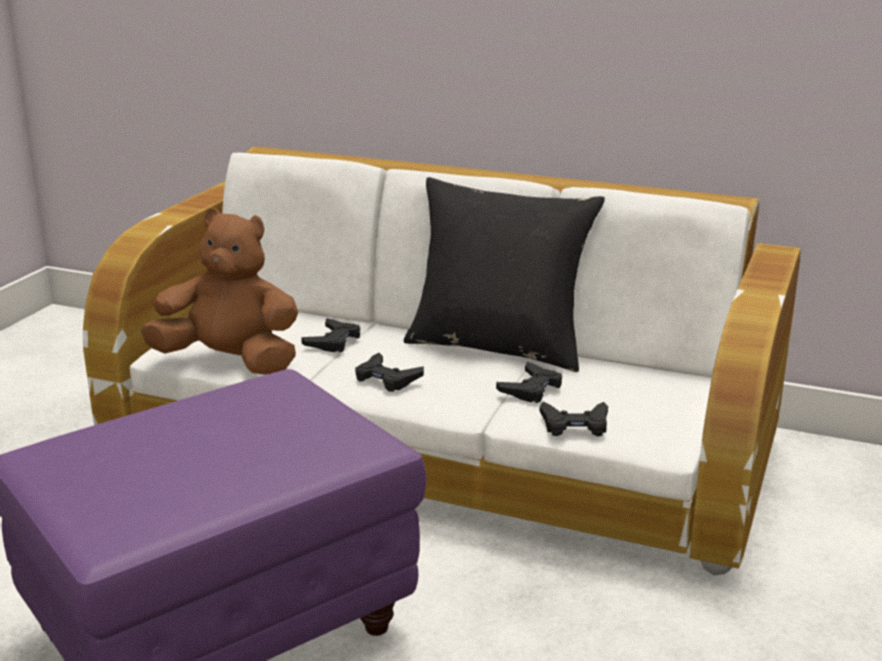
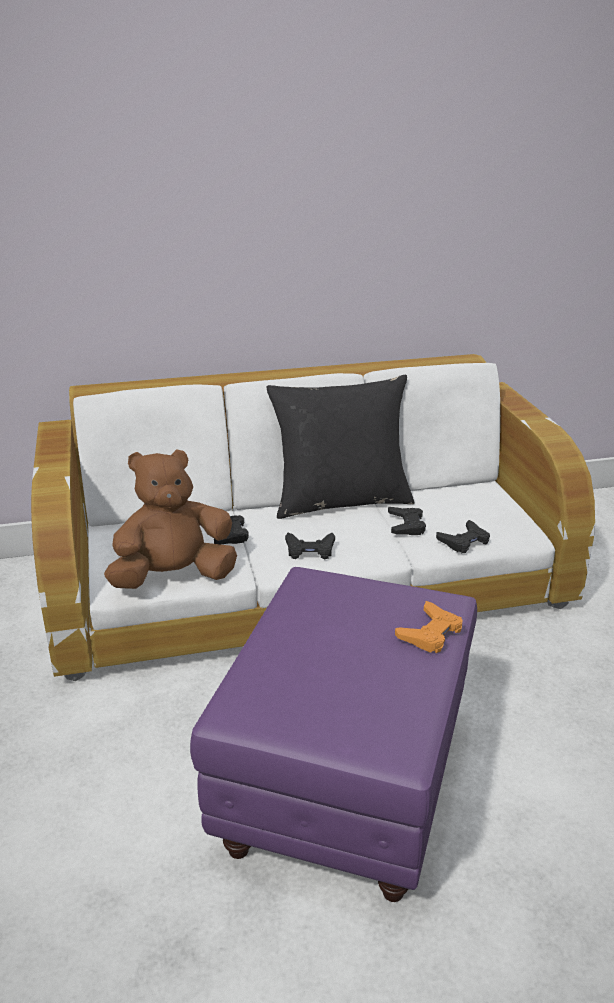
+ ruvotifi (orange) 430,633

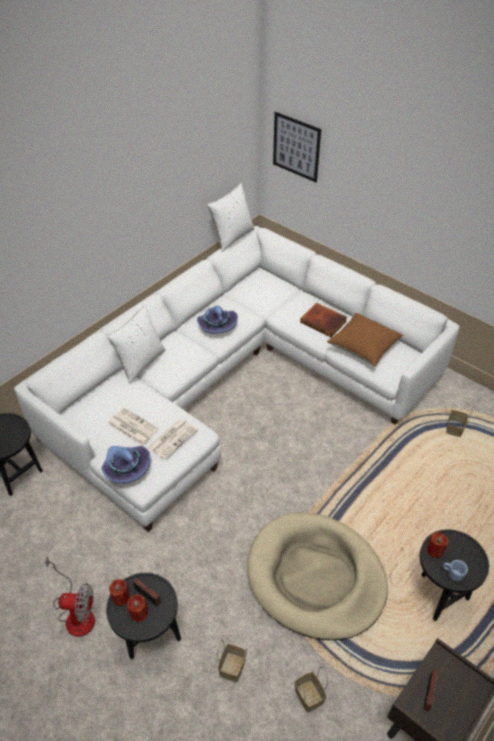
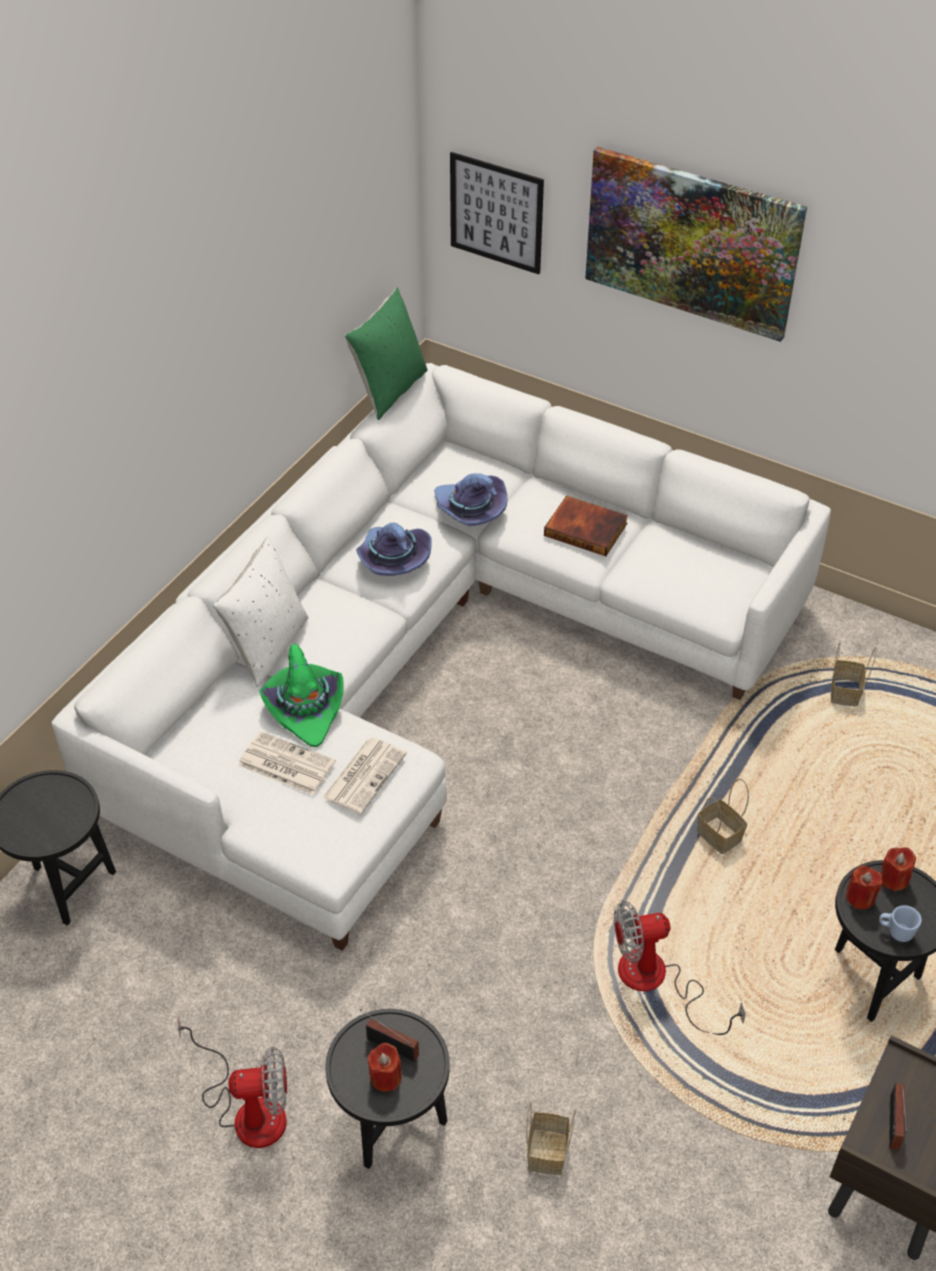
- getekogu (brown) 363,347
+ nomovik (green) 305,708
+ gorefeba 691,242
~ nomovik (purple) 125,468 to 469,510
~ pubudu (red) 121,597 to 894,879
~ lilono 310,696 to 720,837
~ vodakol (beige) 315,577 to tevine 657,982
~ getekogu (white) 232,237 to getekogu (green) 389,390

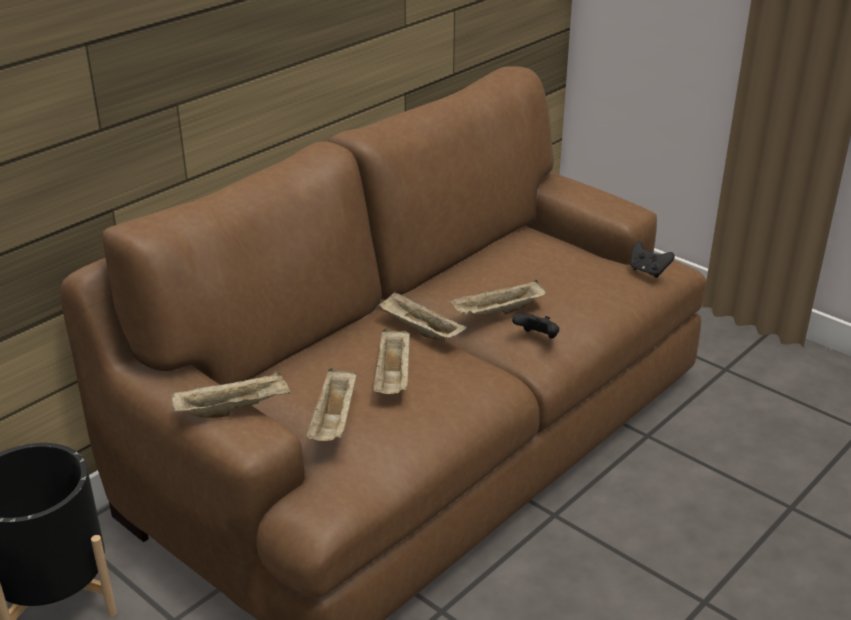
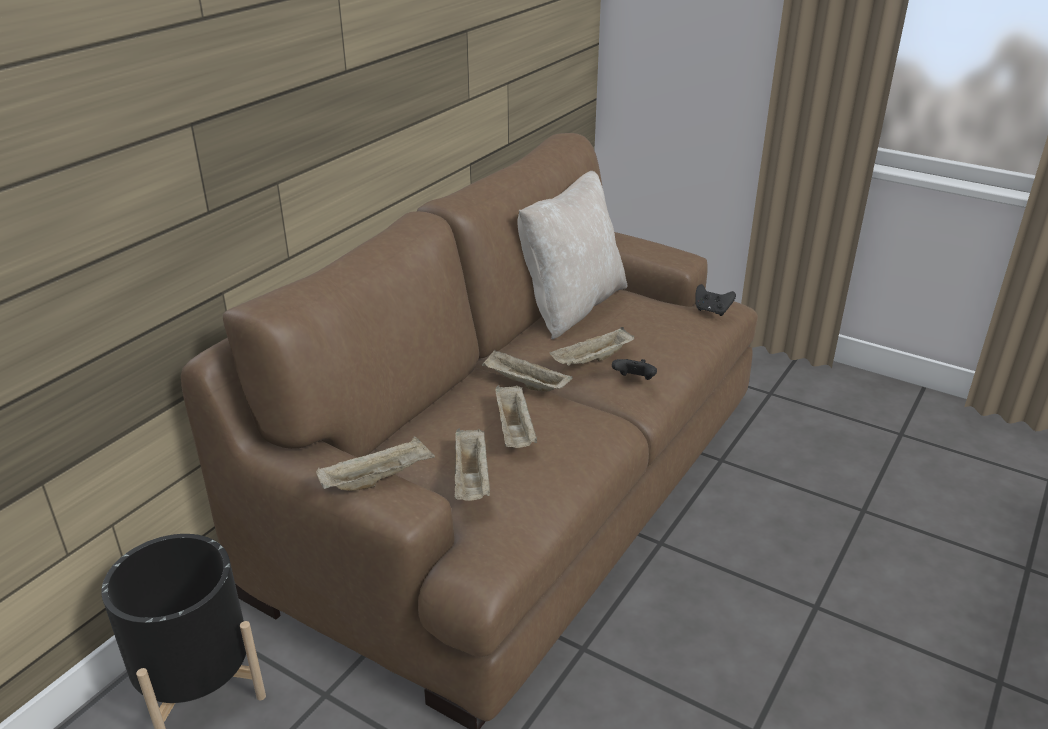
+ getekogu (beige) 571,306

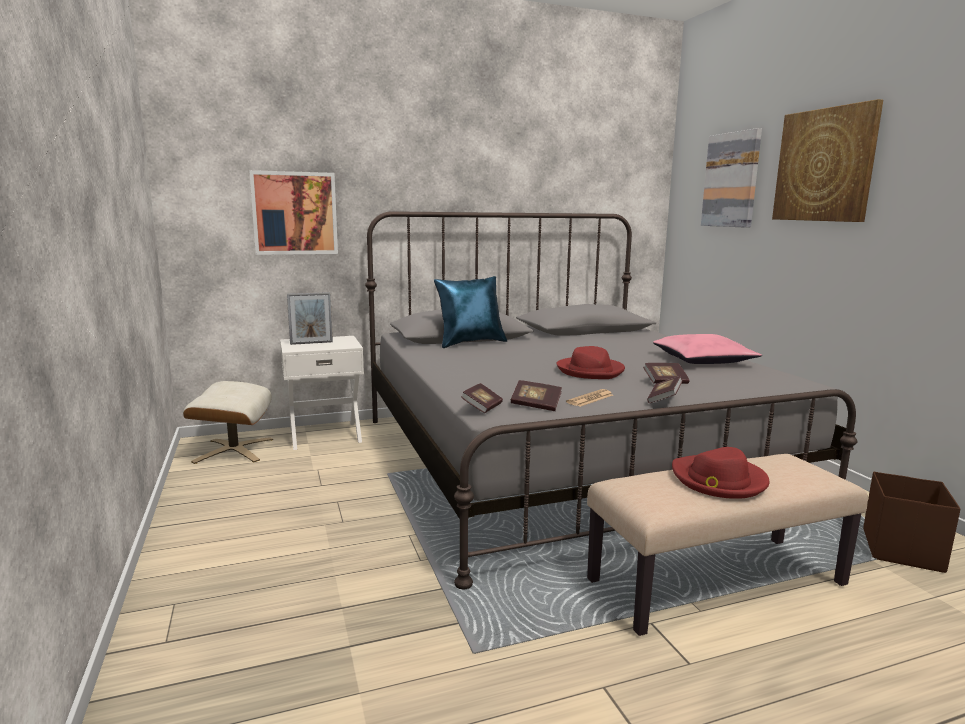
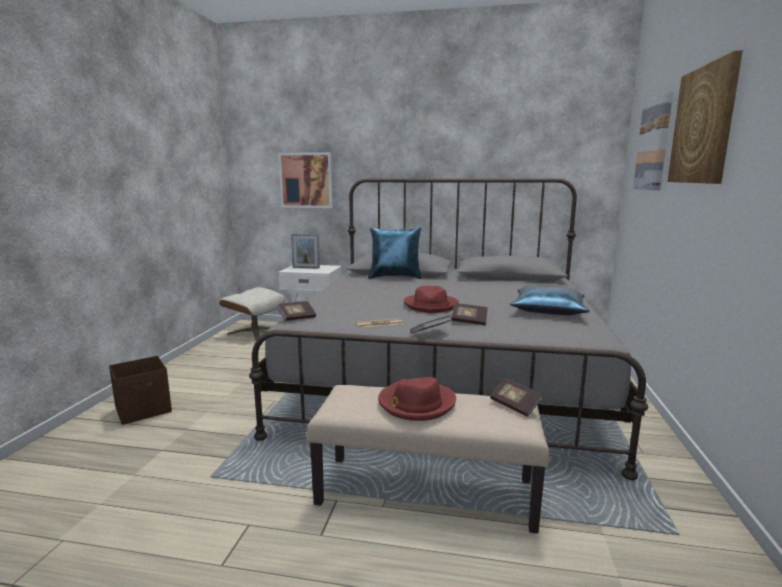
~ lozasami 536,405 to 515,405
~ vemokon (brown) 902,550 to 144,410
~ getekogu (pink) 703,360 to getekogu (blue) 549,310

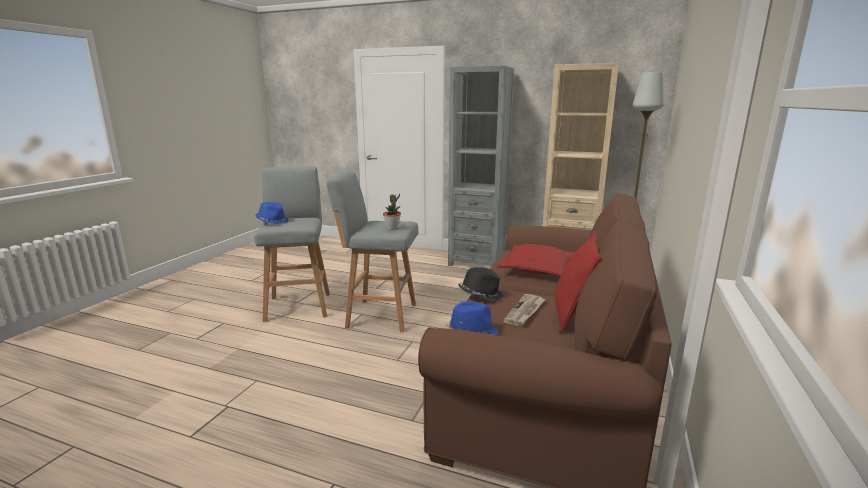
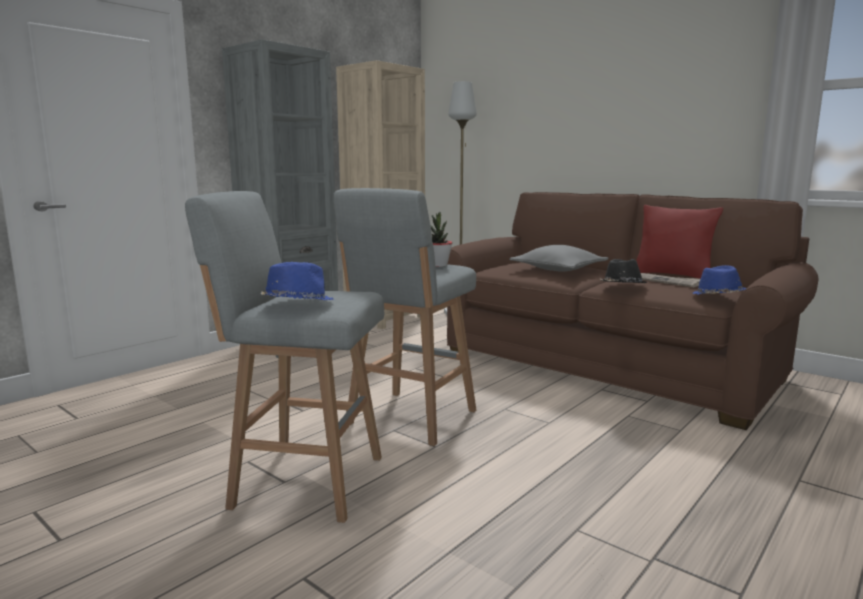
~ getekogu (red) 536,269 to getekogu (grey) 558,270

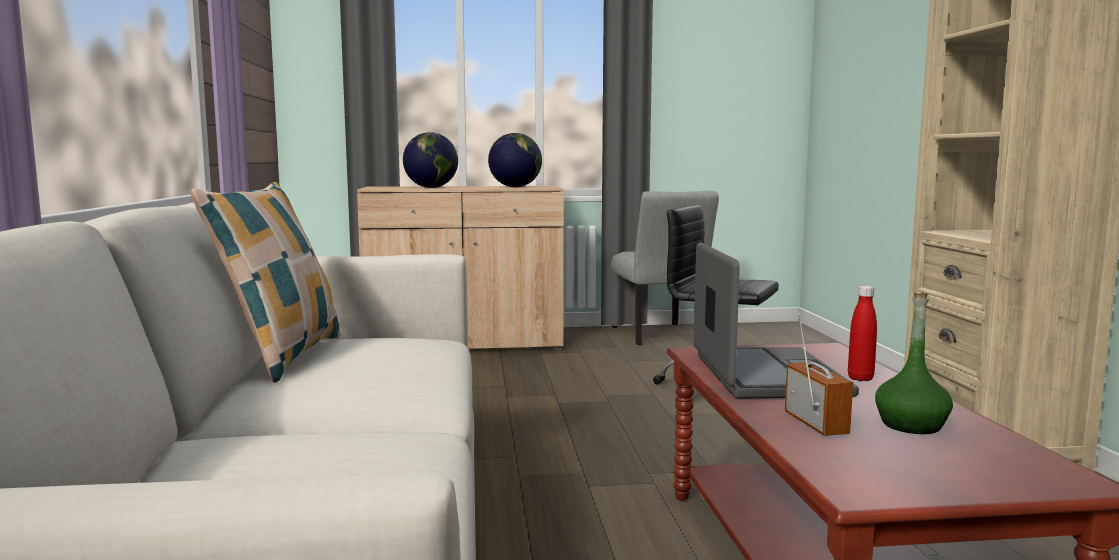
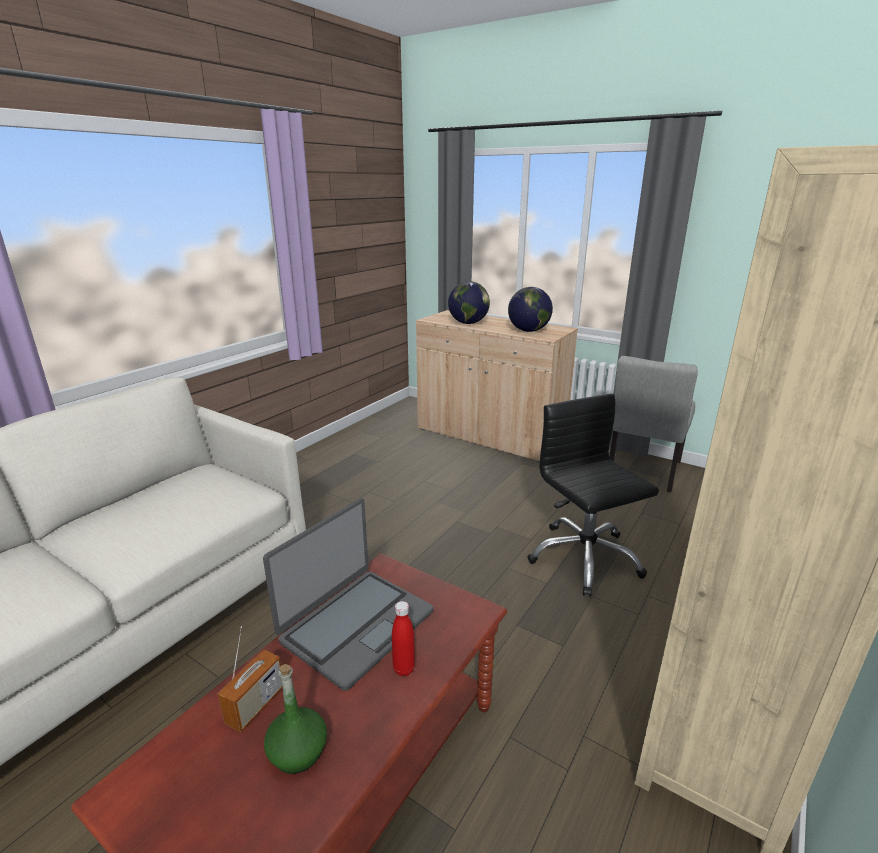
- getekogu 282,357

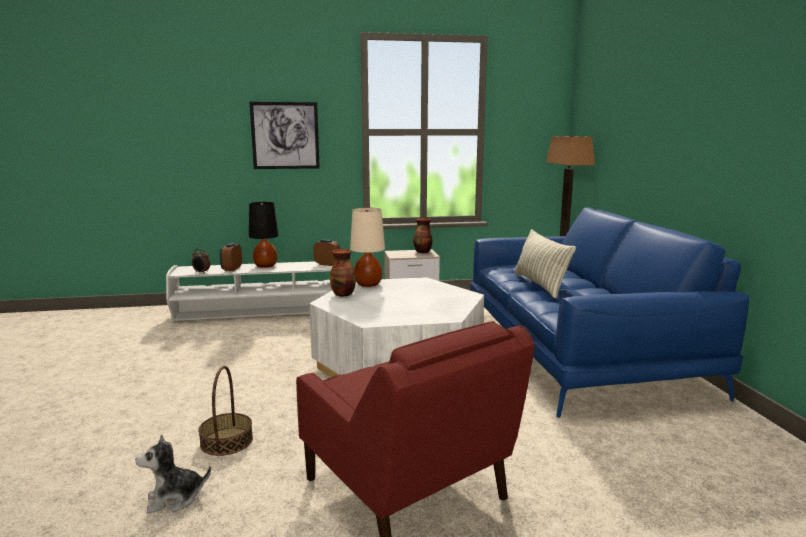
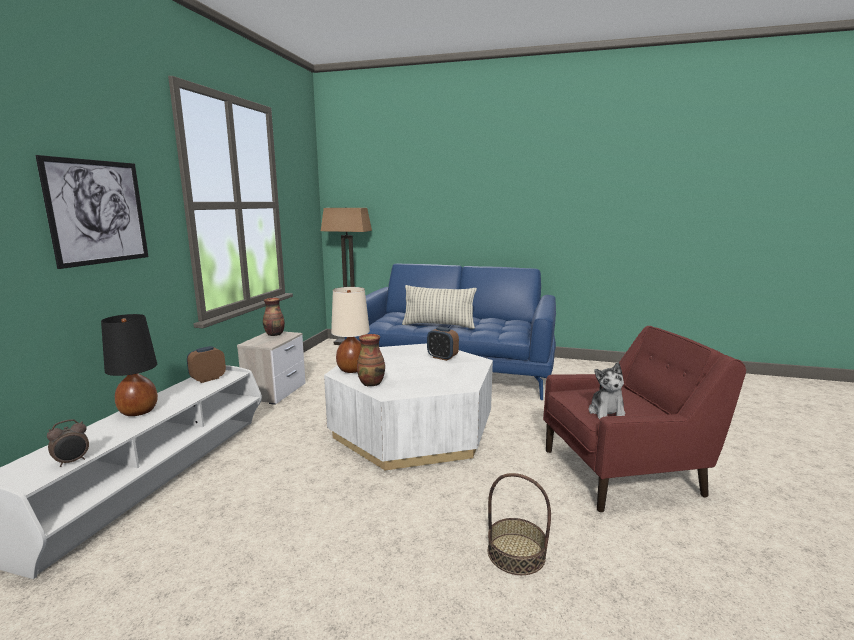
~ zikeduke 174,499 to 607,413
~ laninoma 232,269 to 442,357

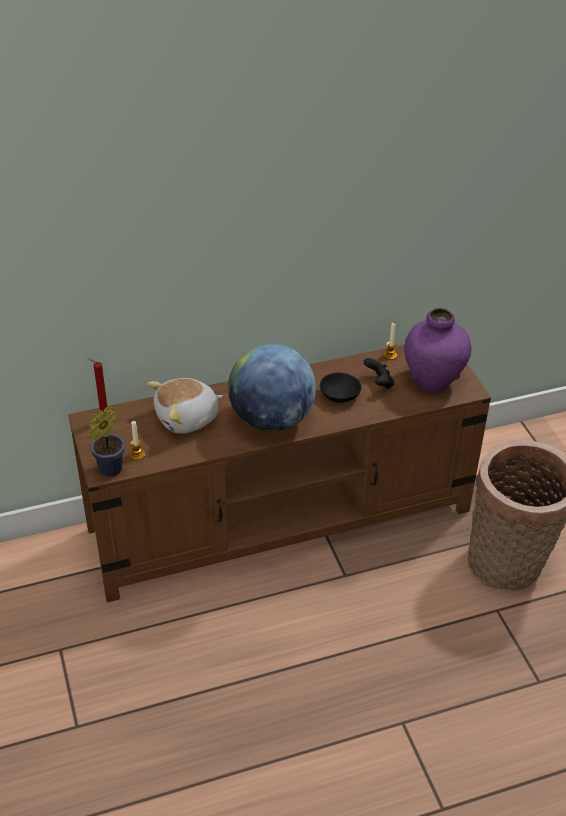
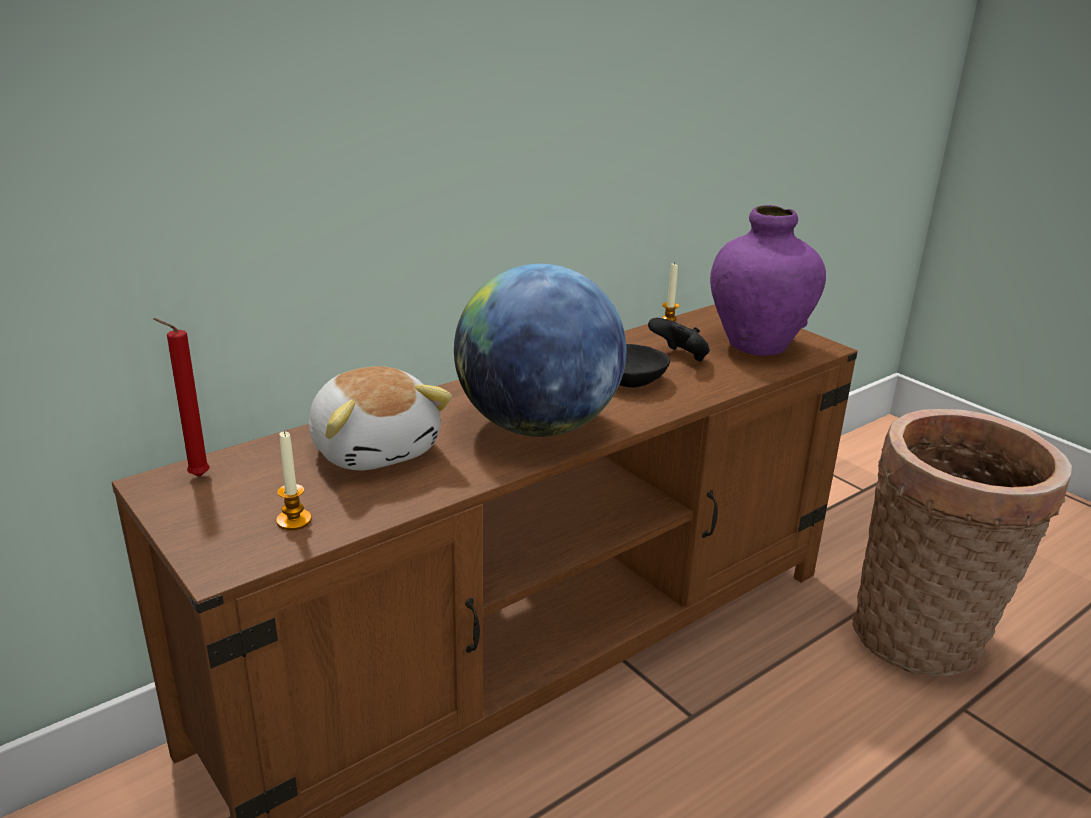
- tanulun 108,470
~ zikeduke 187,418 = 376,448 75 degrees counterclockwise

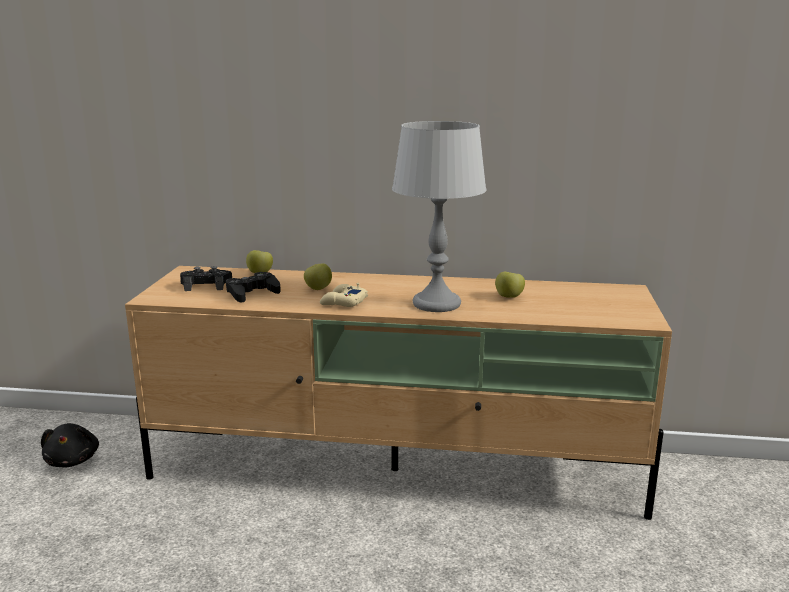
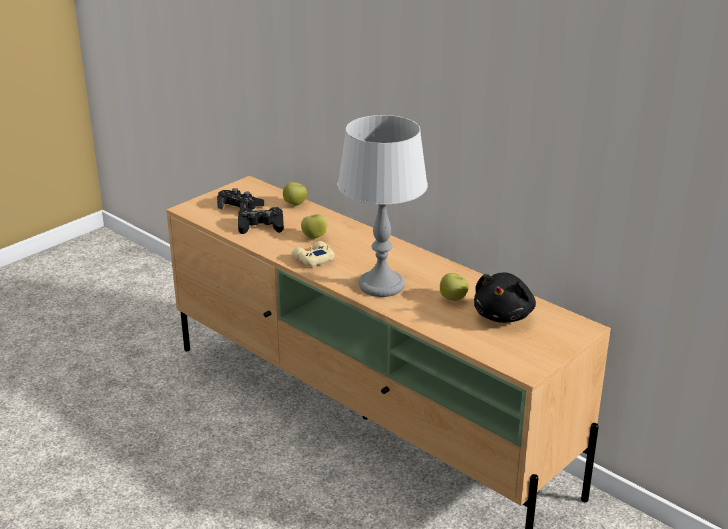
~ zikeduke (black) 73,460 to 504,315

